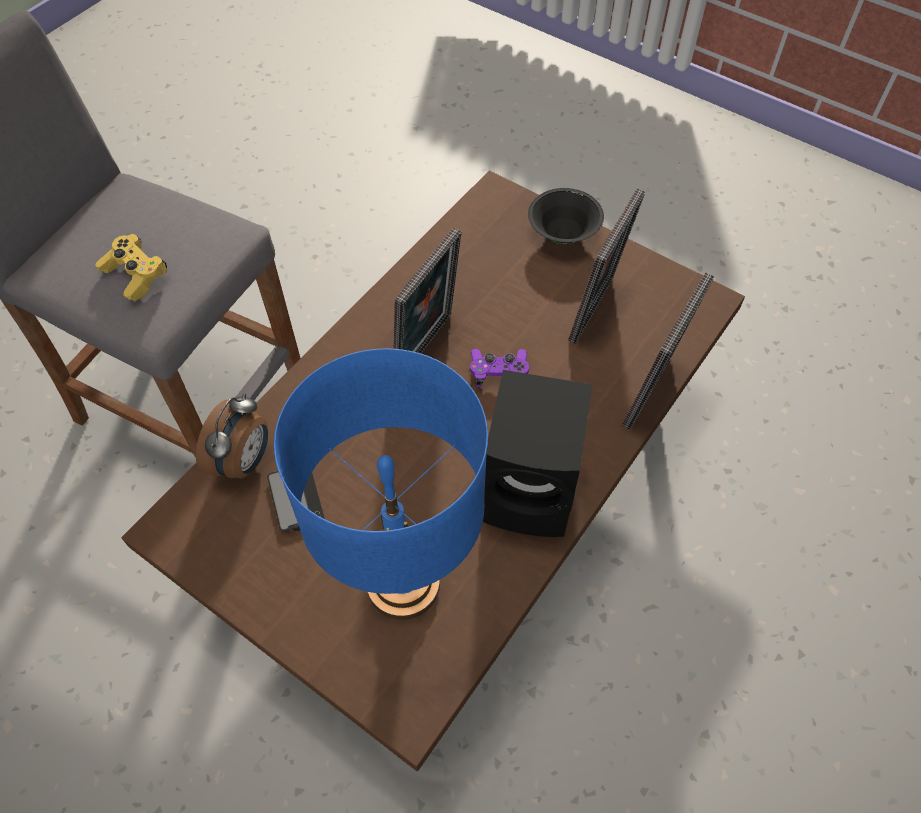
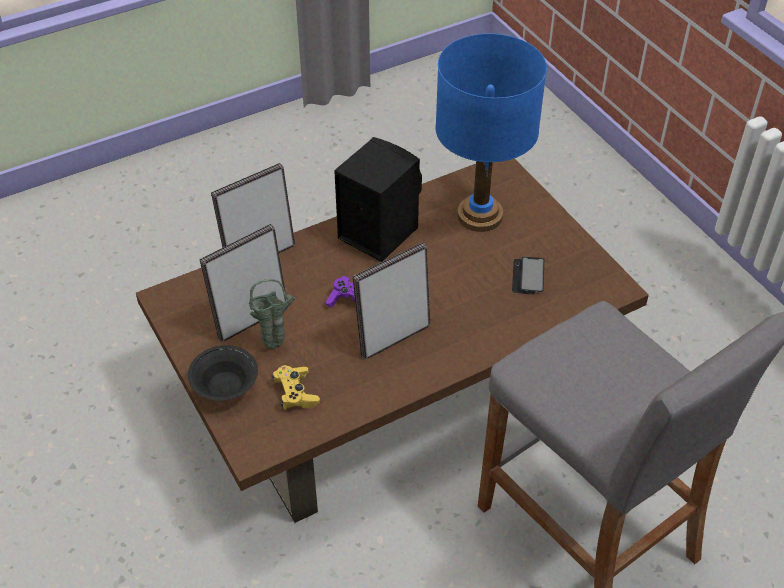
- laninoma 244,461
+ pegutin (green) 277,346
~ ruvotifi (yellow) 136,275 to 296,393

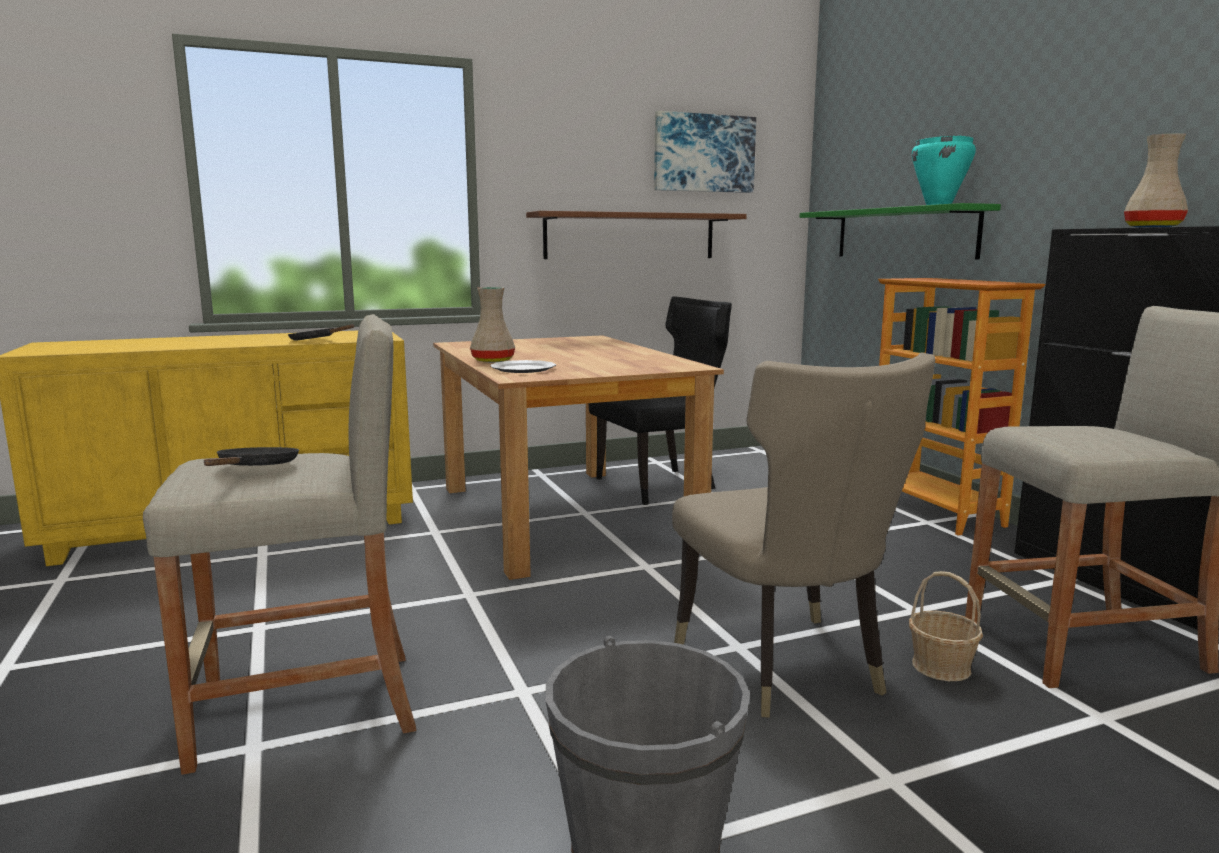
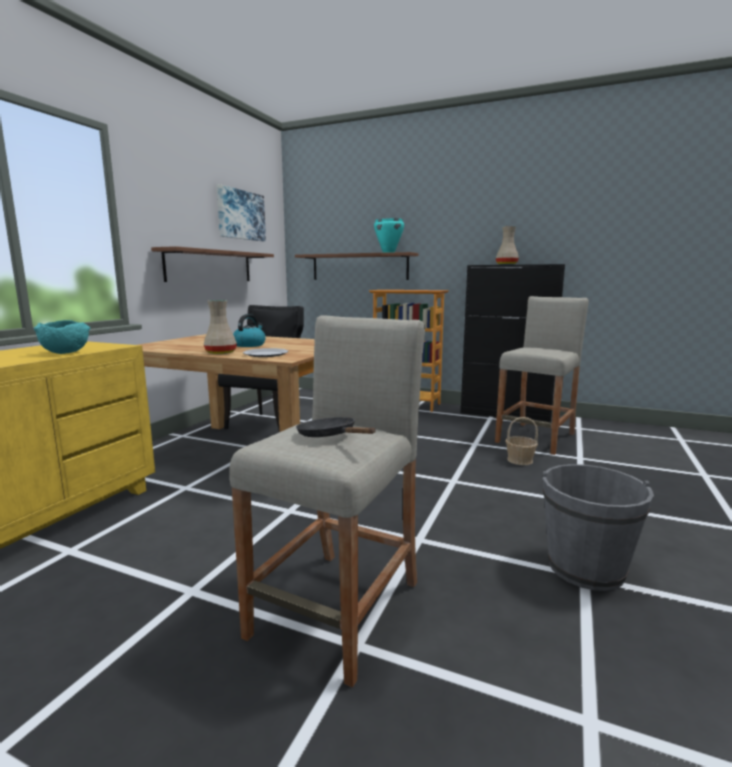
- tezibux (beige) 786,669
+ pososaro 249,345
~ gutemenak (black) 316,340 to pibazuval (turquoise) 66,353
~ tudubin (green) 904,233 to tudubin (brown) 359,267

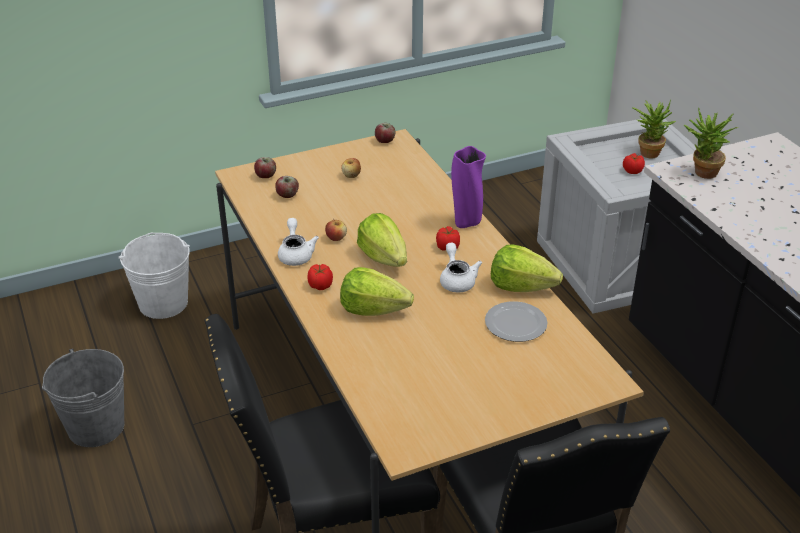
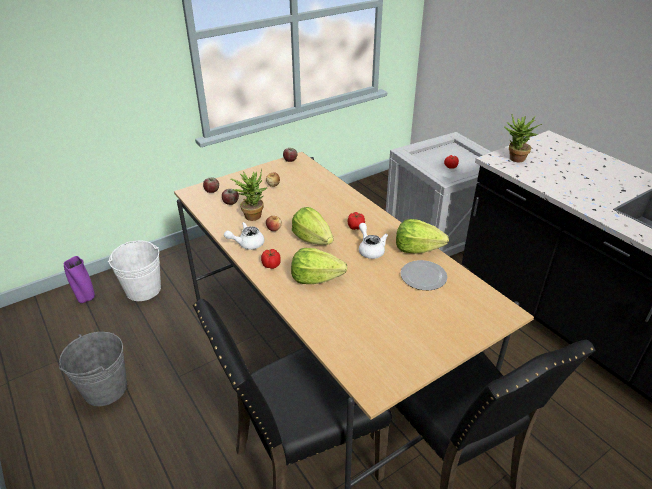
~ pegutin (purple) 466,223 to 86,299
~ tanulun 648,151 to 252,214
~ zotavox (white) 296,254 = 247,244 90 degrees counterclockwise

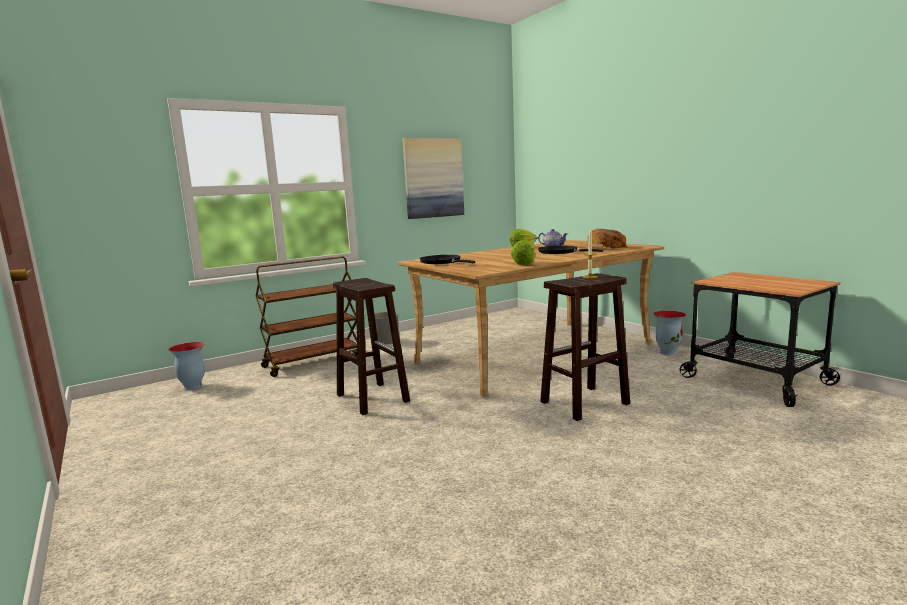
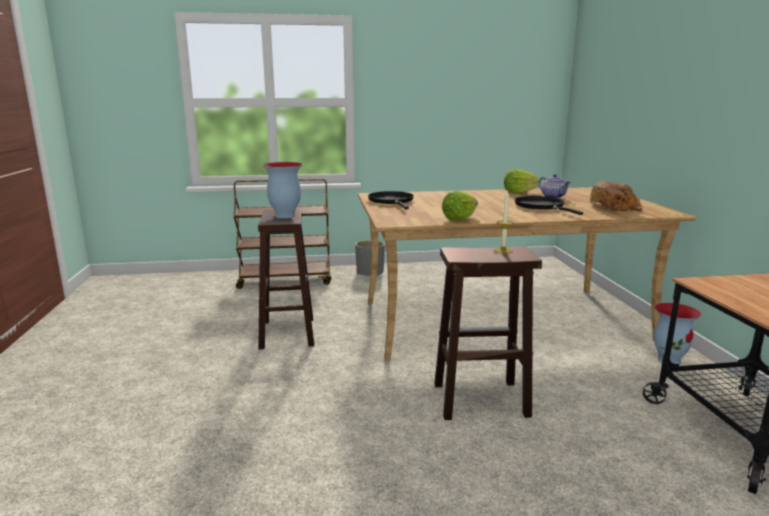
- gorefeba 433,178
~ pegutin 192,387 to 284,216

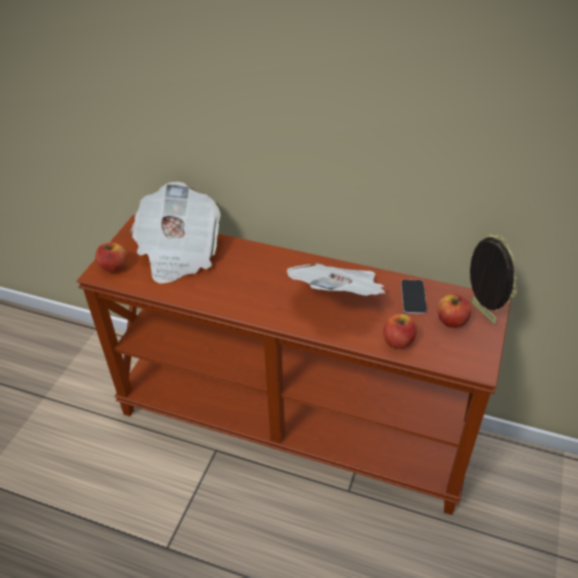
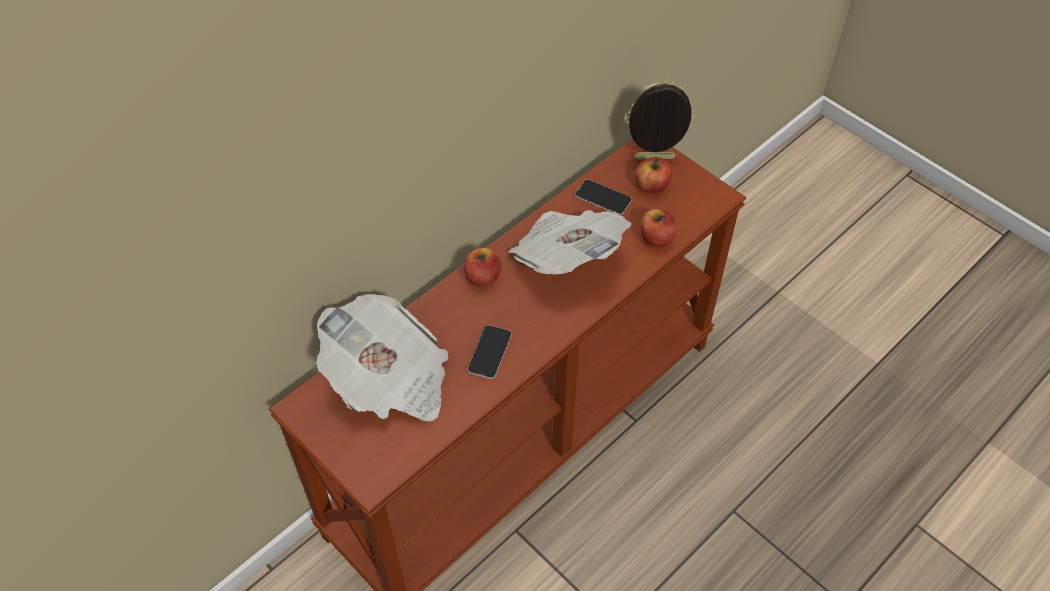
+ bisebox 489,352
~ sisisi 114,267 to 482,277

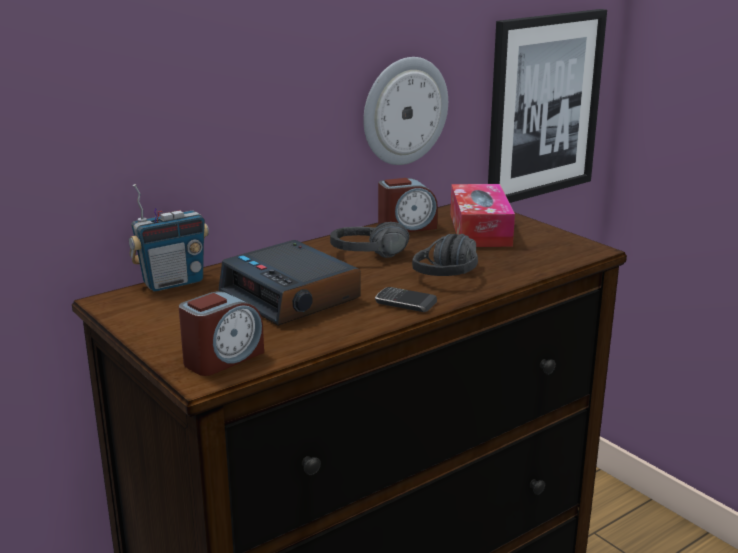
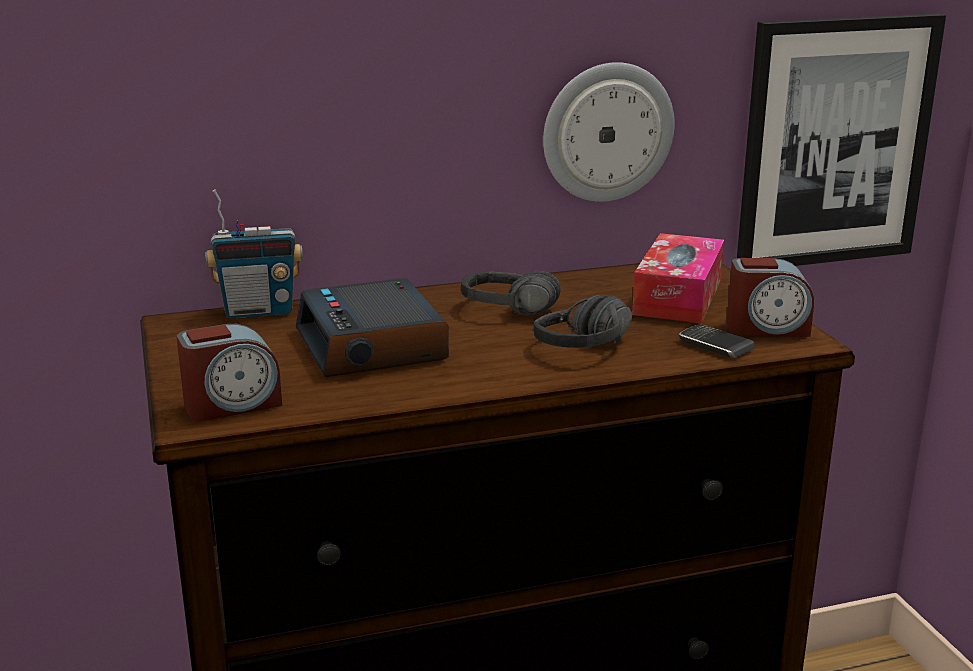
~ bisebox 405,303 to 715,345
~ laninoma 406,227 to 767,328

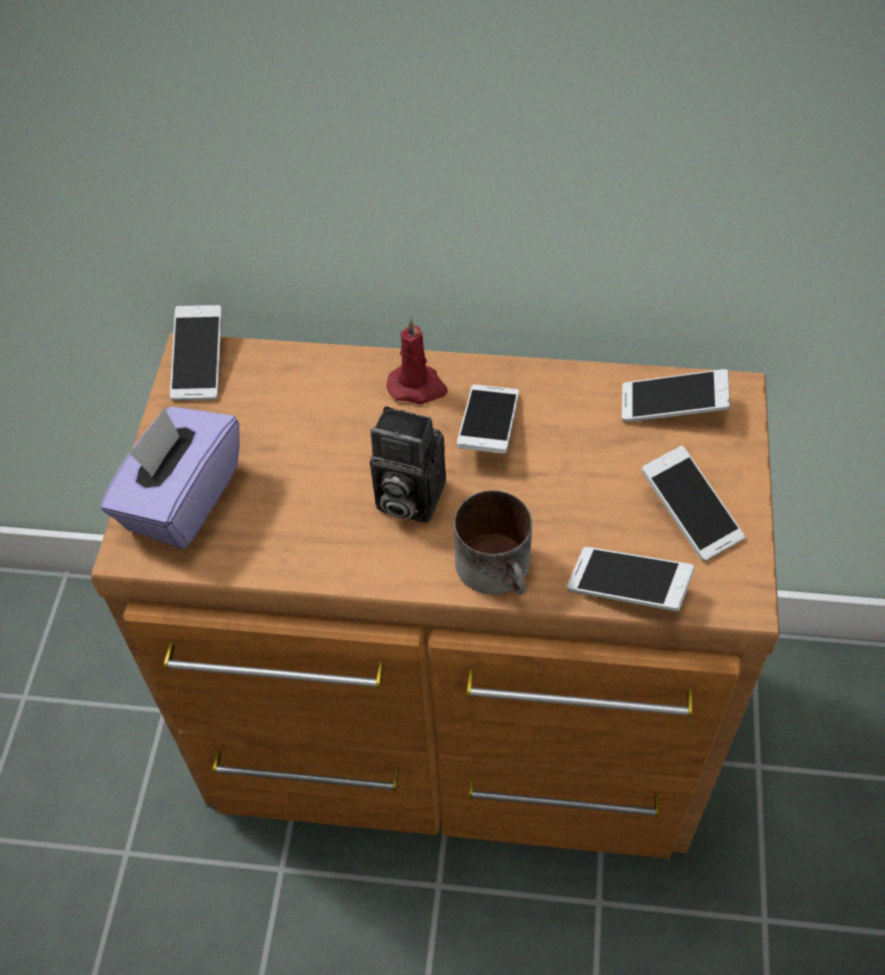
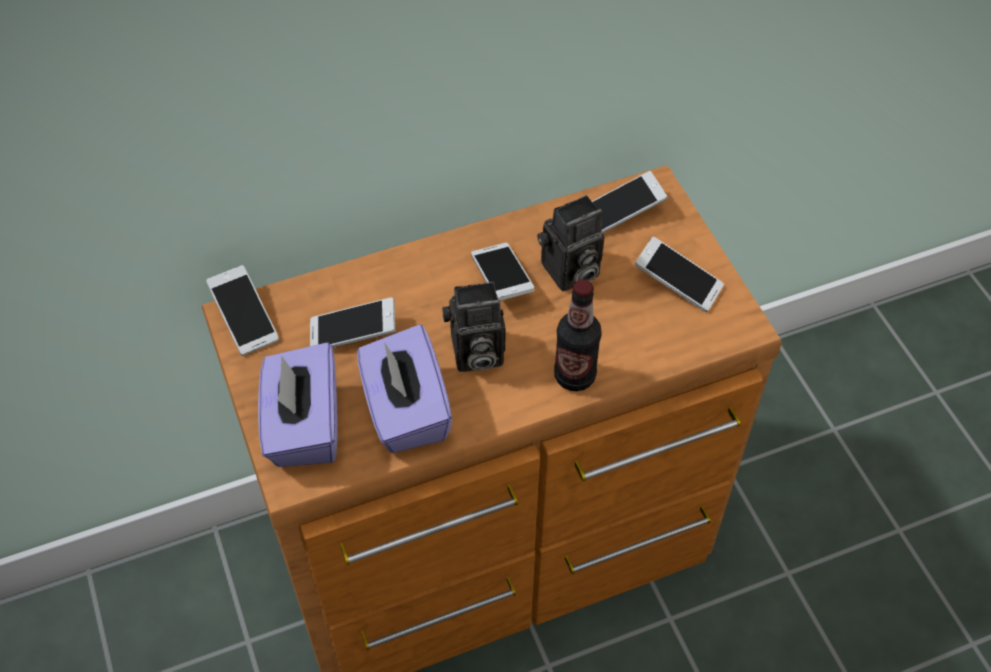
- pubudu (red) 418,387
+ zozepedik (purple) 405,411
+ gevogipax 569,273
~ bisebox 628,588 to 353,333
~ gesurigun 500,569 to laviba 574,376

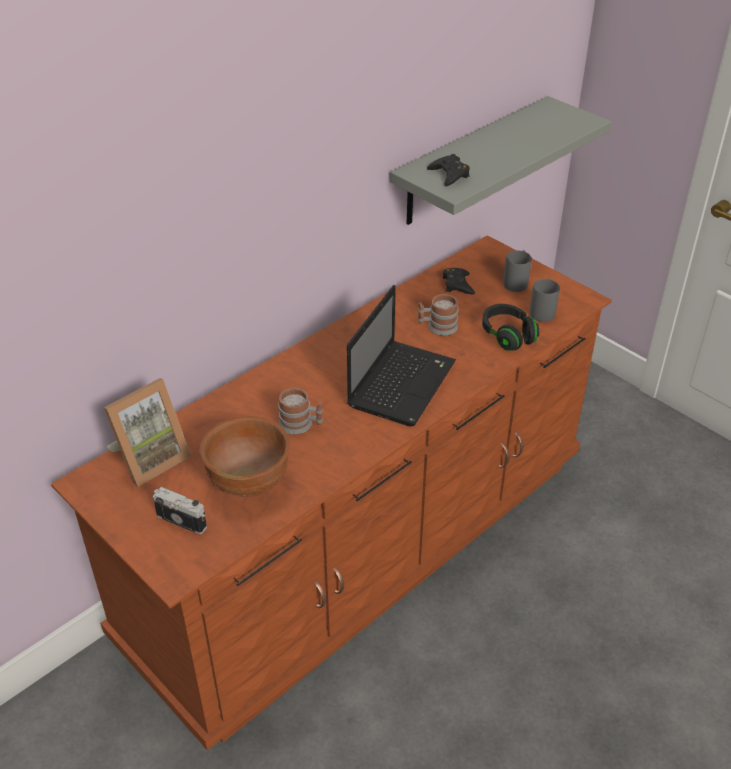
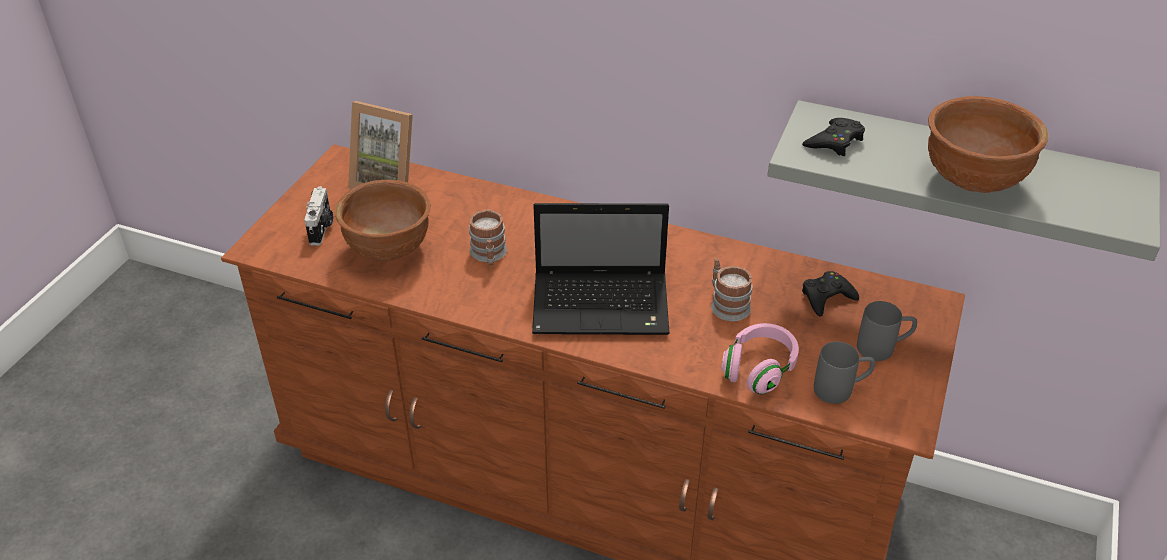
+ pibazuval (brown) 971,180
~ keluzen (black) 508,336 to keluzen (pink) 759,369

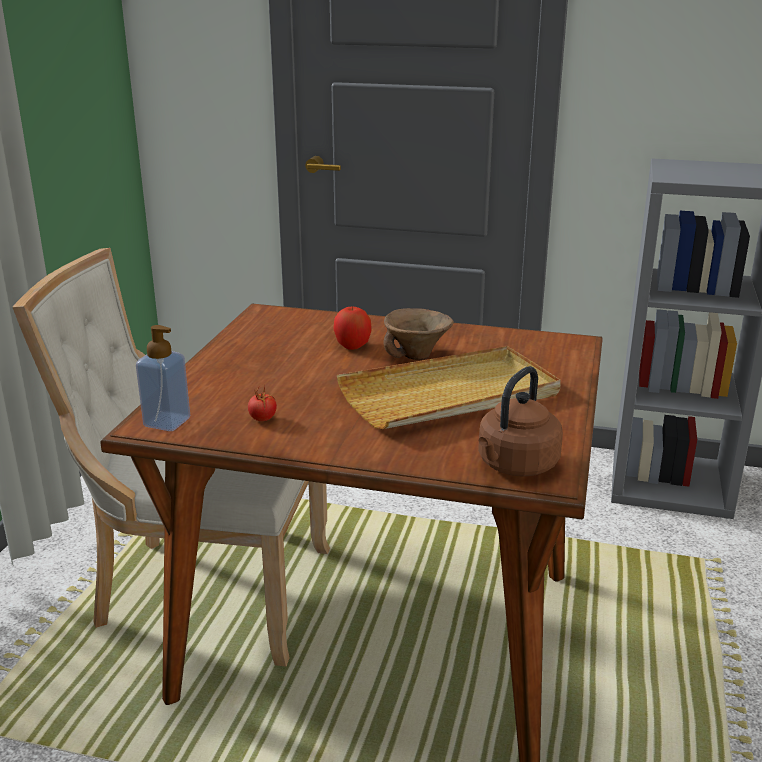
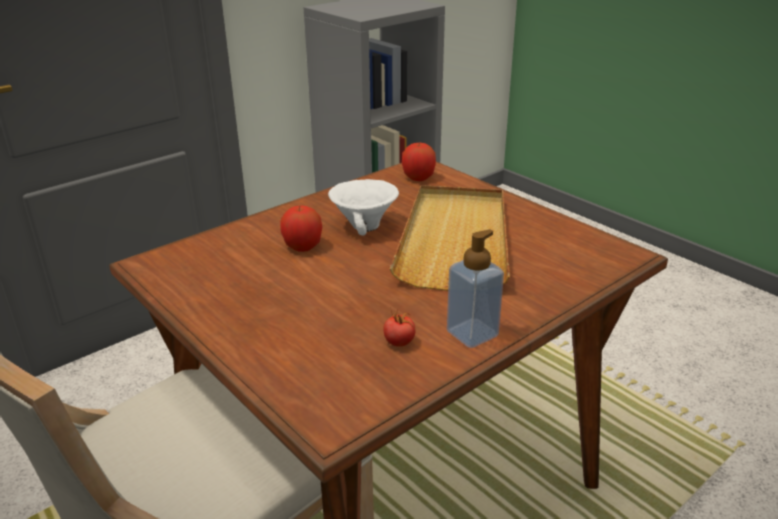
- pososaro (brown) 515,466
+ sisisi 418,178
~ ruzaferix 167,422 to 472,334
~ pibazuval (brown) 417,356 to pibazuval (white) 365,227

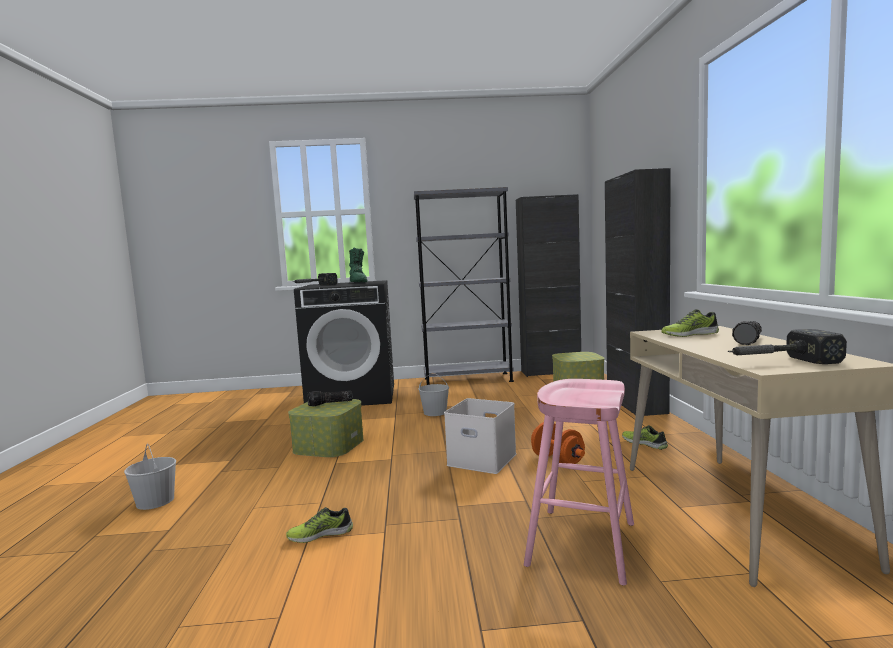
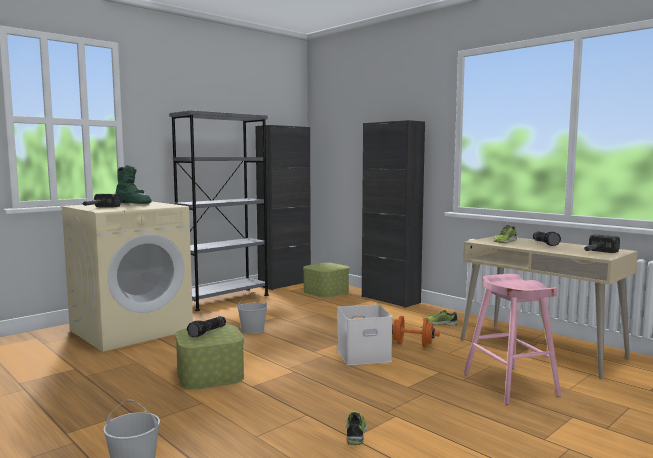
~ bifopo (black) 353,395 to bifopo (beige) 132,330
~ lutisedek 320,534 = 356,432 150 degrees clockwise

